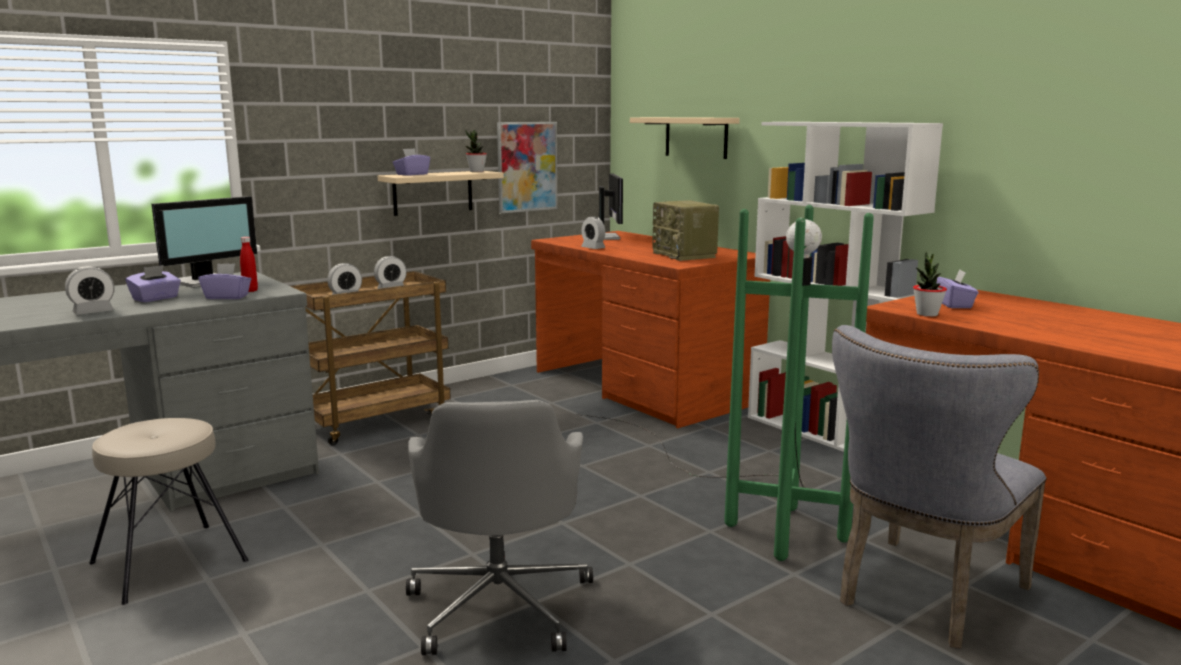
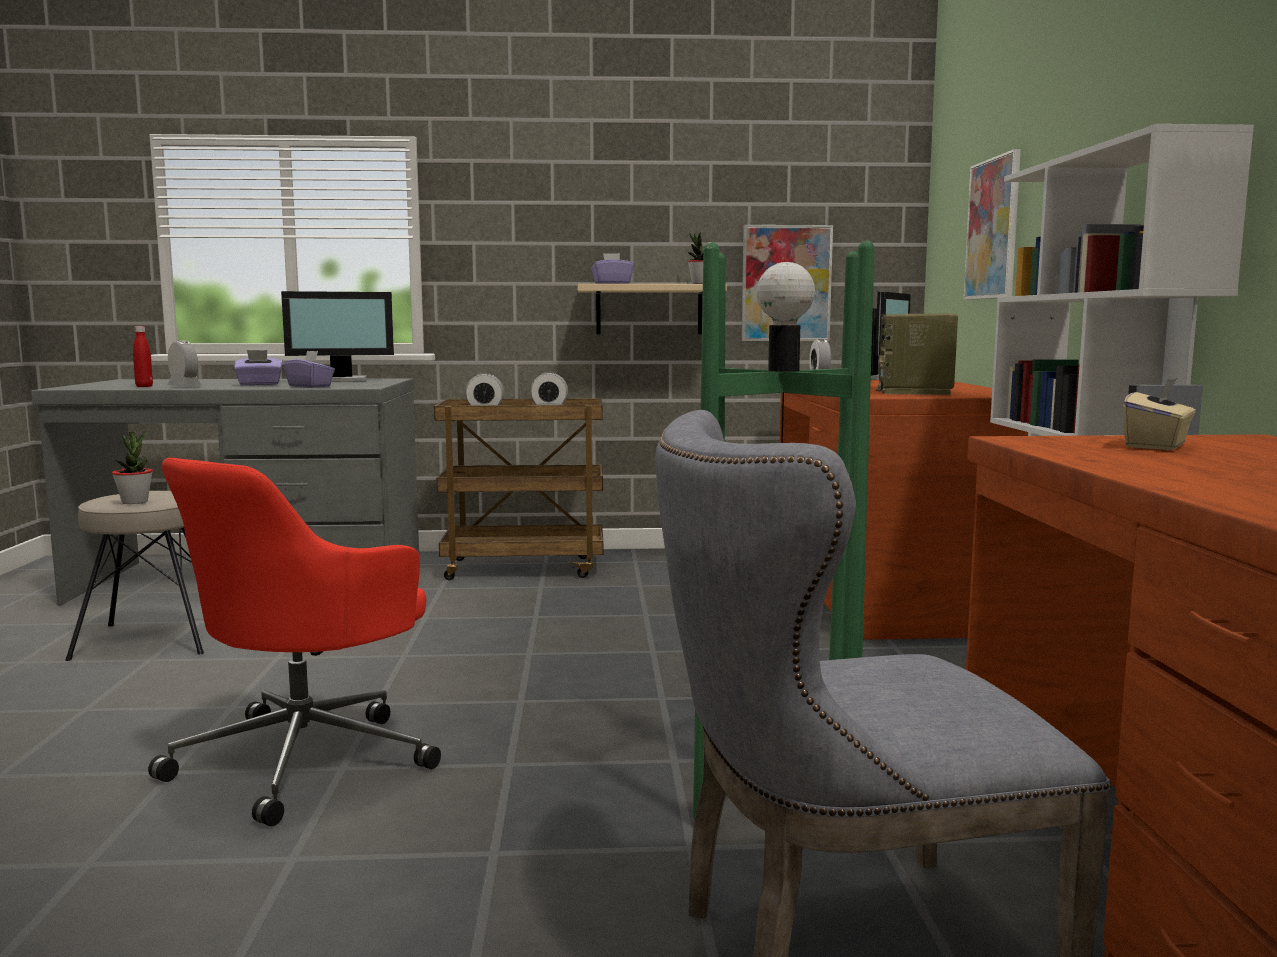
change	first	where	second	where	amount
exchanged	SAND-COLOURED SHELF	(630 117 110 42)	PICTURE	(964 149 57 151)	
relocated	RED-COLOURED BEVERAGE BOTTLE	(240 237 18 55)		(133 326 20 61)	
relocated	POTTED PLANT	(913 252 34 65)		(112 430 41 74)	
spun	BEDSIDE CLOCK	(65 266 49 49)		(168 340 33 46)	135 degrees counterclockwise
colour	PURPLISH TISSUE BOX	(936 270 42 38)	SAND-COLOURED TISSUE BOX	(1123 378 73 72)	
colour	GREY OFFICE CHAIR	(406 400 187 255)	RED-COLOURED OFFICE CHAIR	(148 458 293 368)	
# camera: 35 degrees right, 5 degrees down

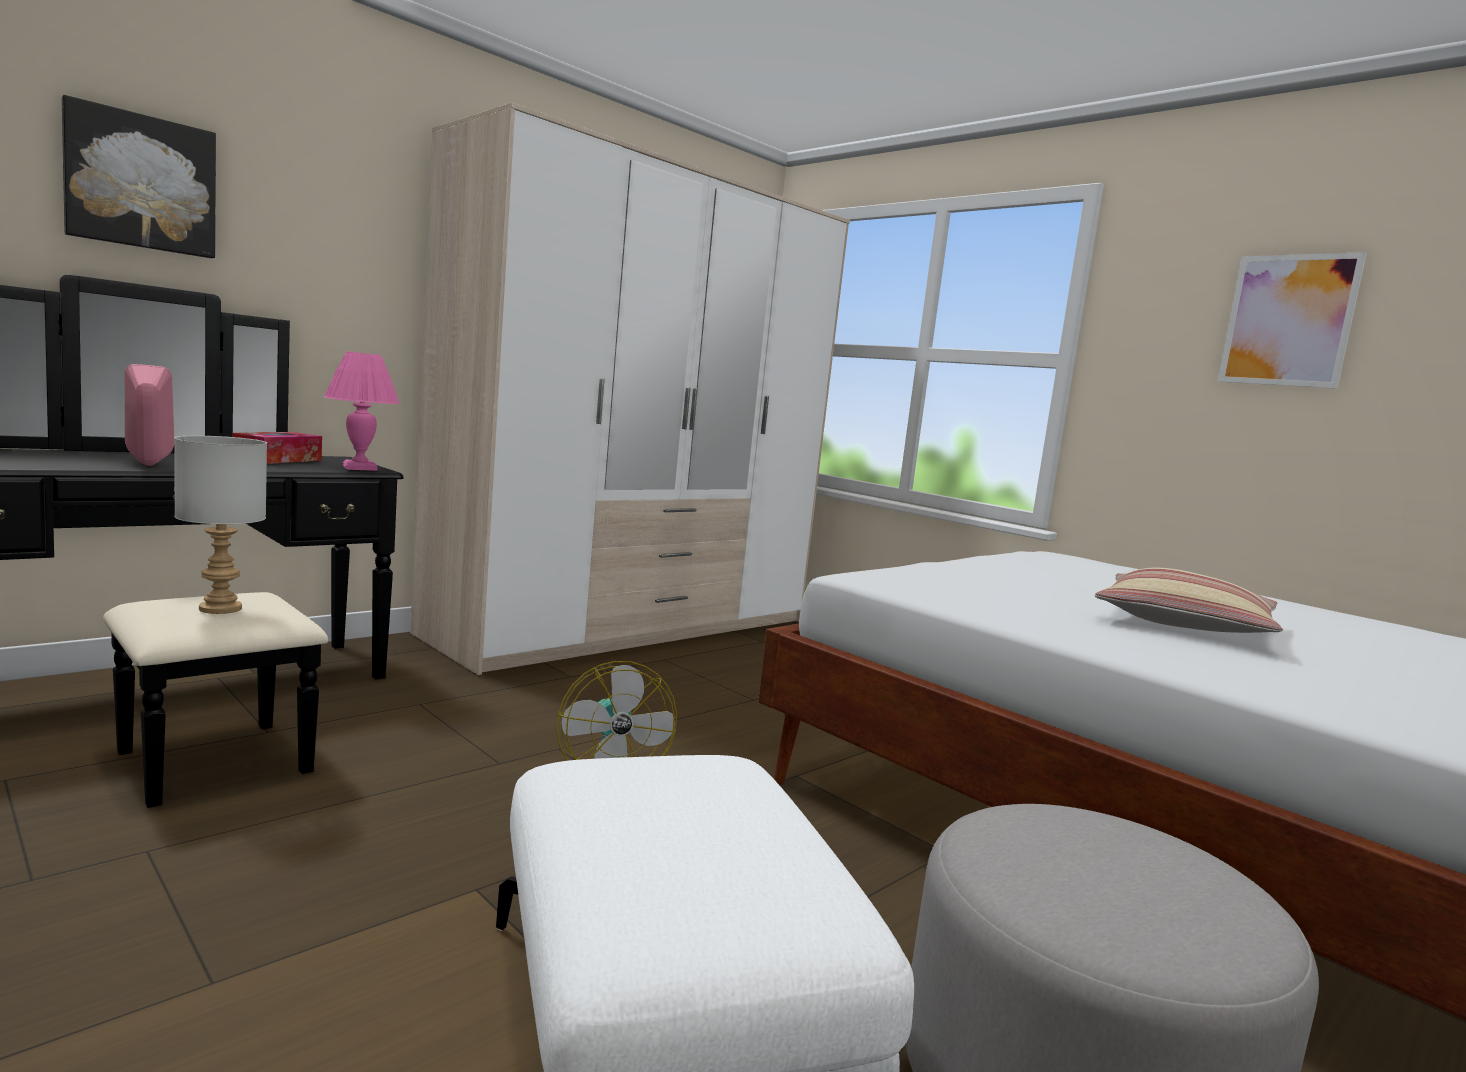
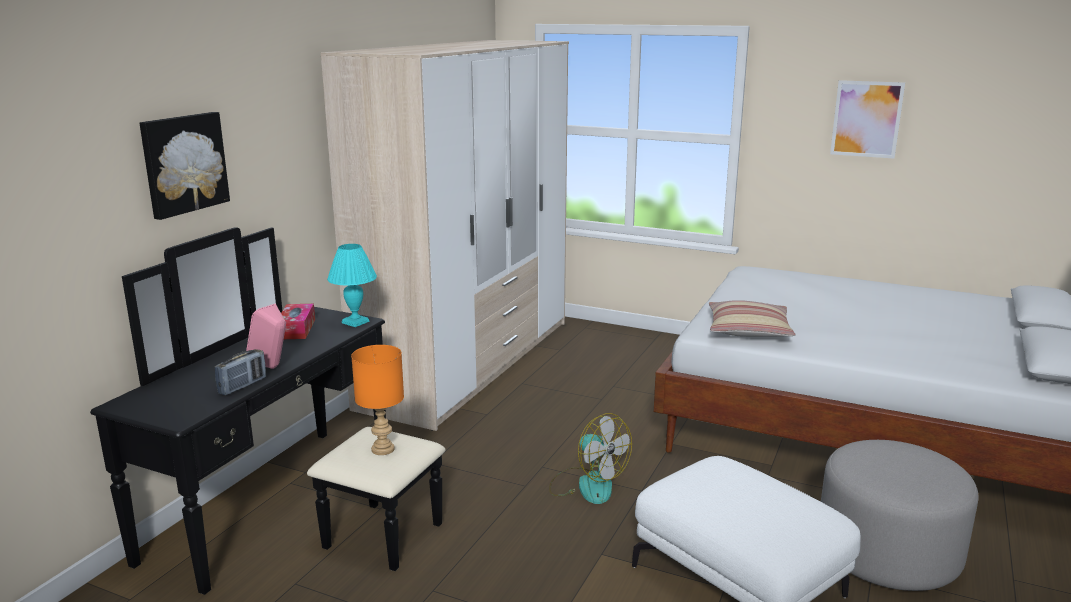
change	first	where	second	where	amount
colour	PINKISH TABLE LAMP	(324 351 76 120)	TURQUOISE-COLOURED TABLE LAMP	(327 244 50 83)	
colour	GREY TABLE LAMP	(174 436 93 178)	ORANGE-COLOURED TABLE LAMP	(351 345 53 110)	
relocated	PILLOW	(1095 567 188 66)		(709 300 87 37)	
appeared			RADIO SET	(215 349 51 46)	
# camera: 20 degrees left, 10 degrees up

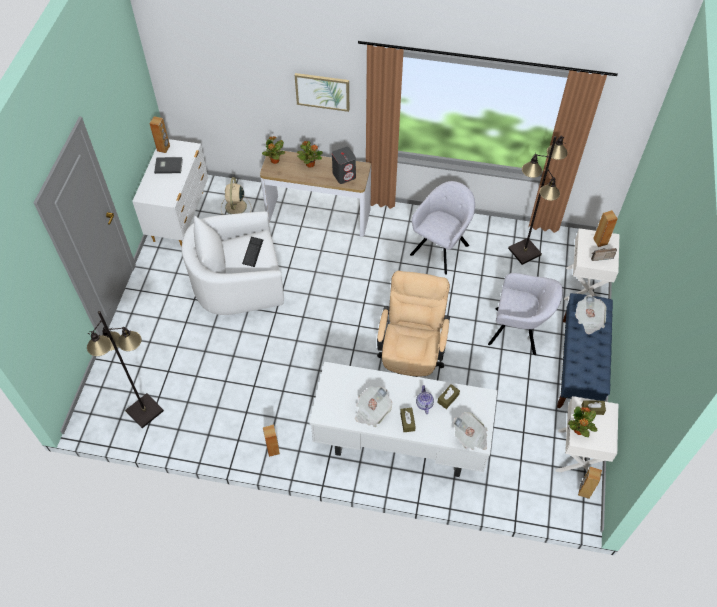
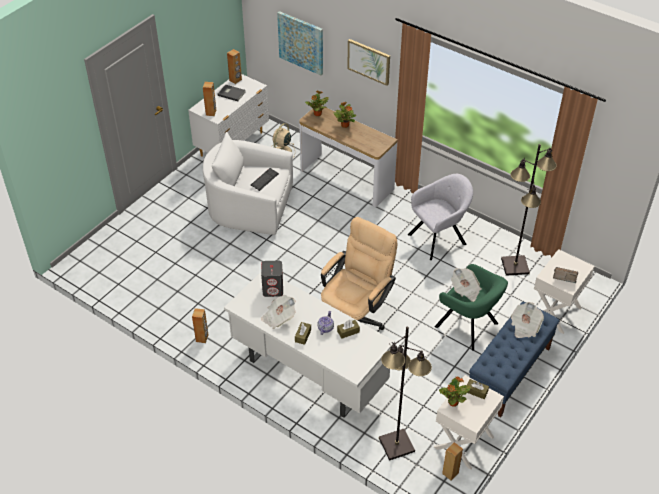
change	first	where	second	where	amount
relocated	GREY LOUDSPEAKER	(332 147 24 37)		(261 261 22 36)	
relocated	BROWN-COLOURED LOUDSPEAKER	(593 210 25 37)		(203 82 13 34)	
colour	GREY EASY CHAIR	(488 273 75 82)	GREEN EASY CHAIR	(435 264 73 87)	
relocated	BLACK STANDARD LAMP	(87 311 77 117)		(379 327 53 134)	
relocated	NEWSPAPER	(454 412 33 38)		(451 268 31 34)	
appeared			PICTURE	(277 11 46 64)	
# camera: 25 degrees right, 10 degrees down

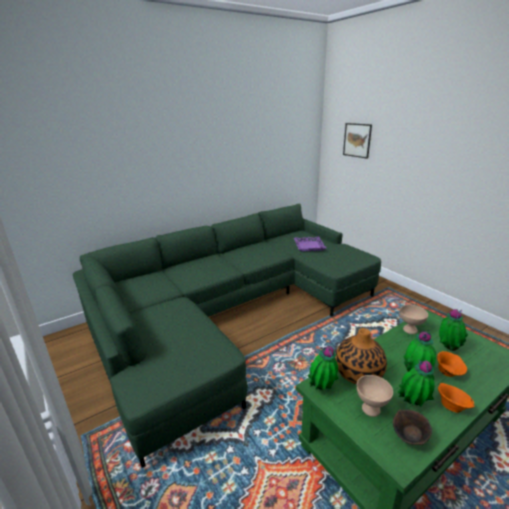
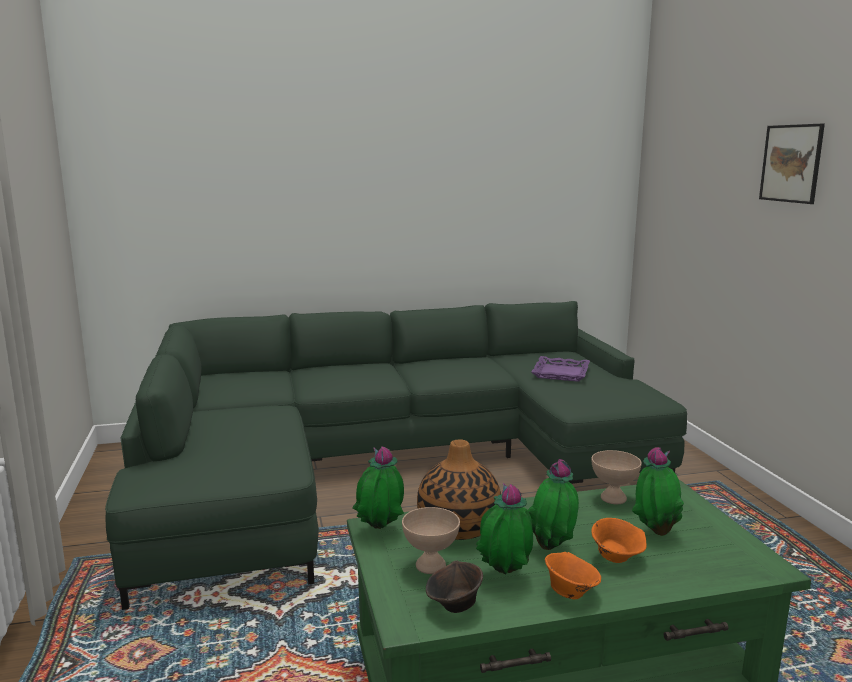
change	first	where	second	where	amount
relocated	PICTURE	(343 123 29 36)		(759 124 66 80)	
# camera: 20 degrees right, 10 degrees down

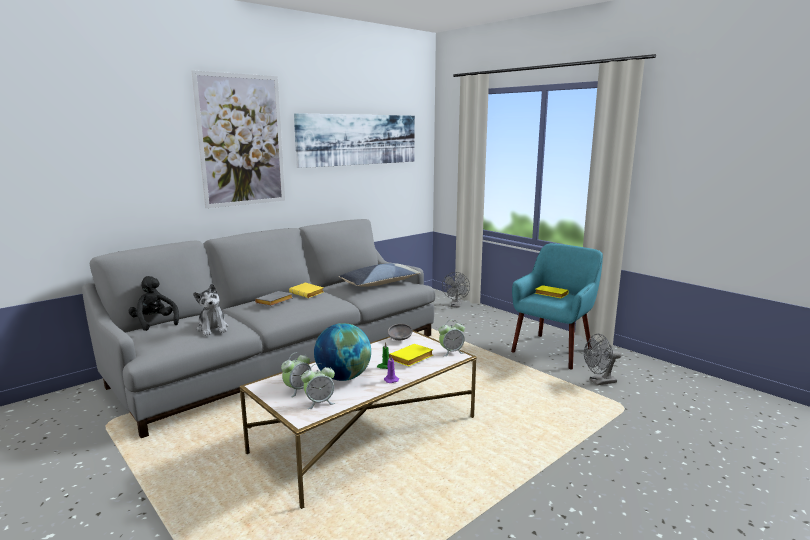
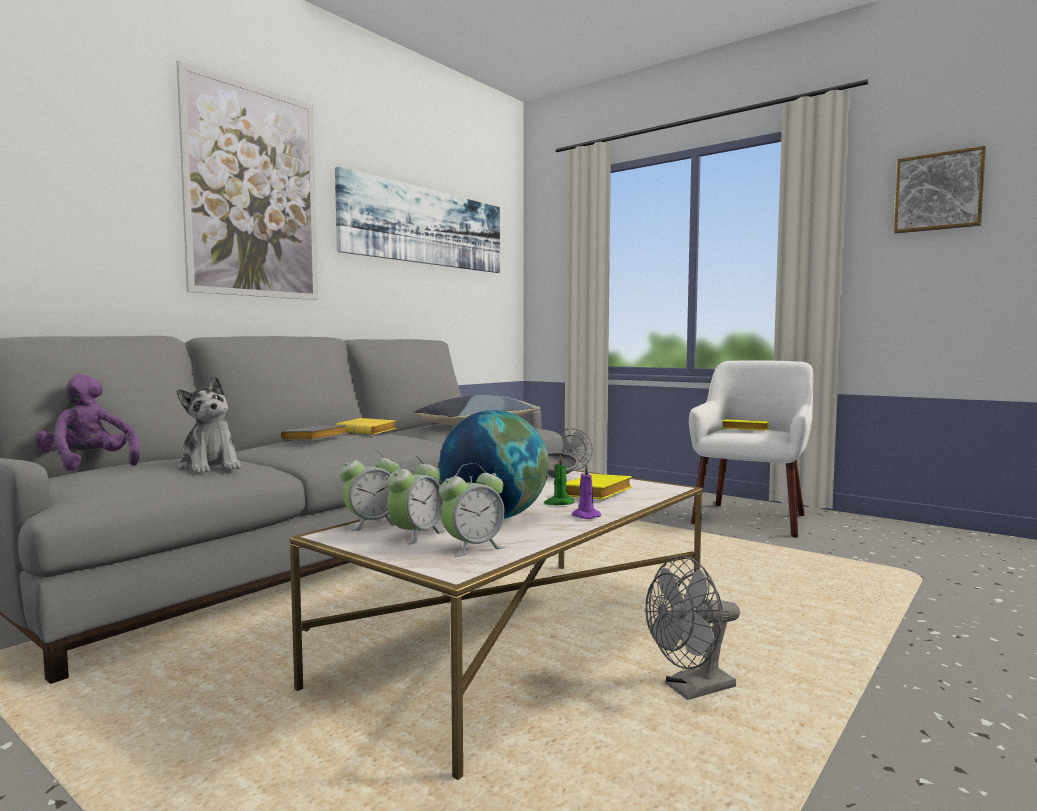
change	first	where	second	where	amount
colour	TURQUOISE-COLOURED EASY CHAIR	(511 243 92 127)	WHITISH EASY CHAIR	(689 360 125 178)	
colour	BLACK SOFT TOY	(129 276 50 55)	PURPLISH SOFT TOY	(35 374 105 97)	
relocated	BEDSIDE CLOCK	(439 320 26 36)		(339 449 61 82)	
relocated	GREY COOLING FAN	(584 334 37 51)		(645 556 95 144)	
appeared			PICTURE	(894 146 92 87)	
# camera: 10 degrees left, 10 degrees down

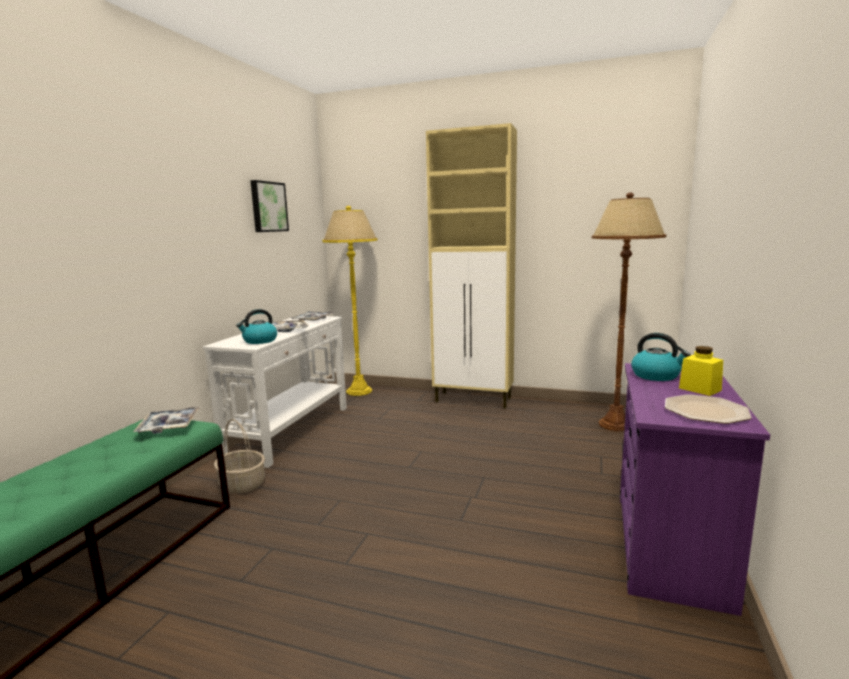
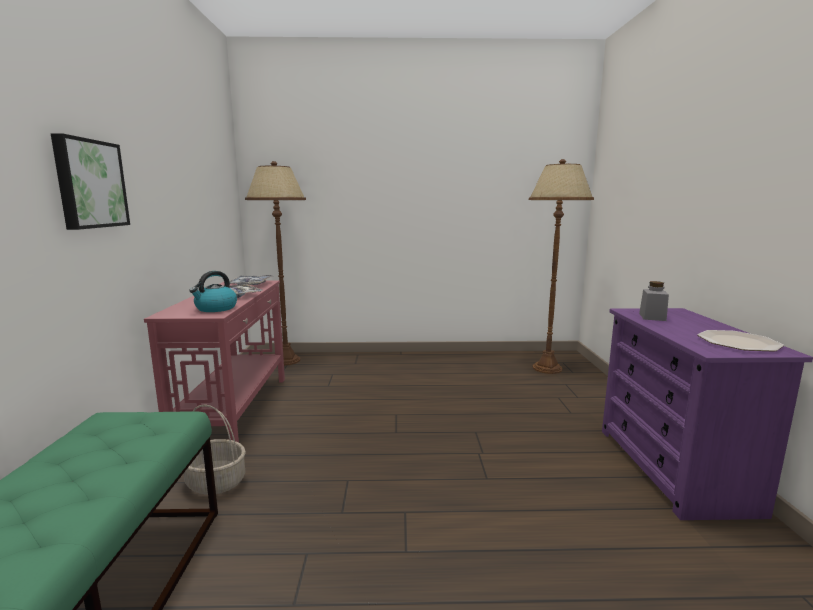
change	first	where	second	where	amount
missing	SAND-COLOURED STORAGE CABINET	(426 123 91 285)			
relocated	PICTURE	(250 180 39 52)		(51 133 79 97)	
colour	YELLOW STANDARD LAMP	(323 206 55 190)	BROWN-COLOURED STANDARD LAMP	(245 161 61 205)	
colour	WHITISH HALL TABLE	(203 316 144 152)	RED-COLOURED HALL TABLE	(144 280 141 162)	
exchanged	KETTLE	(631 333 60 48)	GREY JAR	(639 281 30 40)	
missing	YELLOW JAR	(679 346 44 50)			
missing	TRAY	(133 407 66 27)			
# camera: 20 degrees left, 0 degrees up

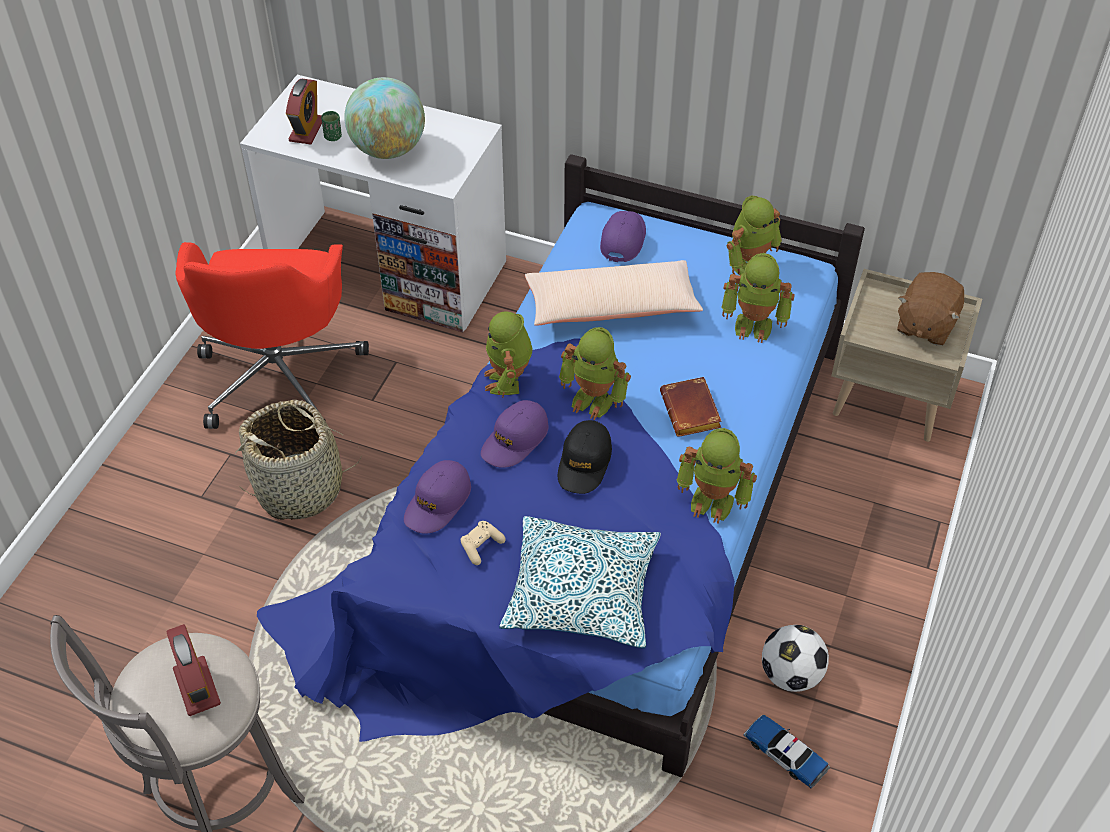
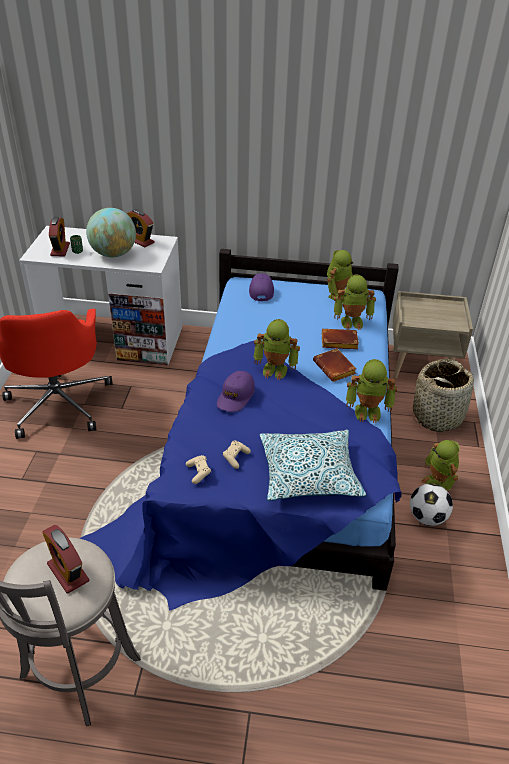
change	first	where	second	where	amount
missing	SAND-COLOURED PILLOW	(525 260 178 66)			
missing	BROWN-COLOURED SOFT TOY	(897 272 67 74)			
relocated	TOY ROBOT	(484 311 48 87)		(421 440 39 52)	
relocated	BASKET	(234 400 128 120)		(413 359 61 73)	
missing	BLACK BASEBALL CAP	(558 420 54 74)			
missing	PURPLISH BASEBALL CAP	(404 460 67 74)			
missing	MINIATURE CAR	(743 715 87 73)			
appeared			BEDSIDE CLOCK	(126 209 29 39)	
appeared			BROWN-COLOURED BOUND BOOK	(322 329 37 20)	
appeared			SAND-COLOURED GAMEPAD	(186 455 25 29)	
# camera: 15 degrees left, 10 degrees down

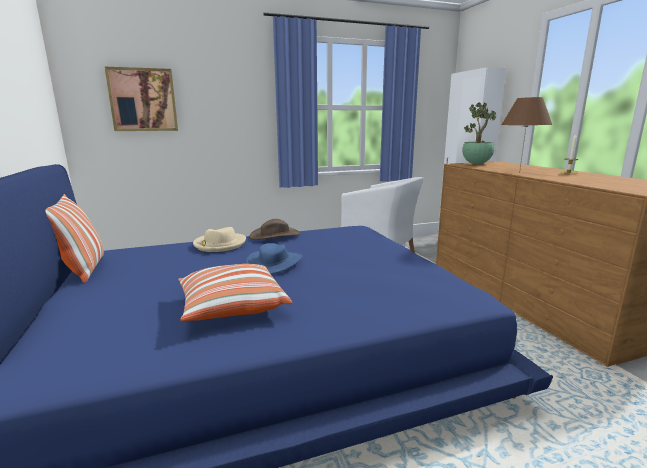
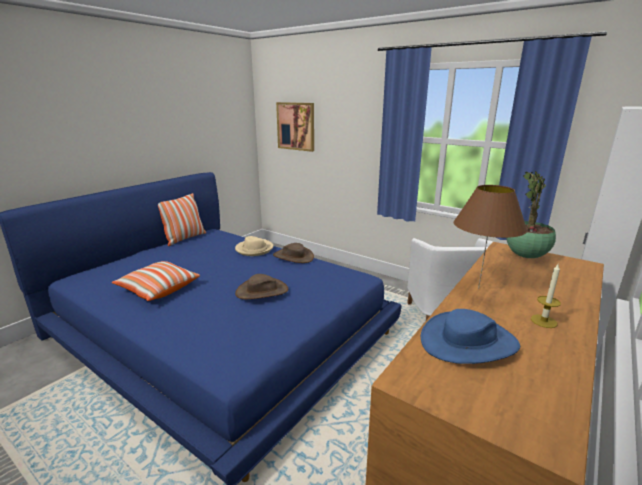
change	first	where	second	where	amount
relocated	BLUE WEARABLE HAT	(246 243 56 31)		(421 309 99 55)	
appeared			BROWN-COLOURED WEARABLE HAT	(235 274 53 25)	
# camera: 55 degrees right, 5 degrees up

